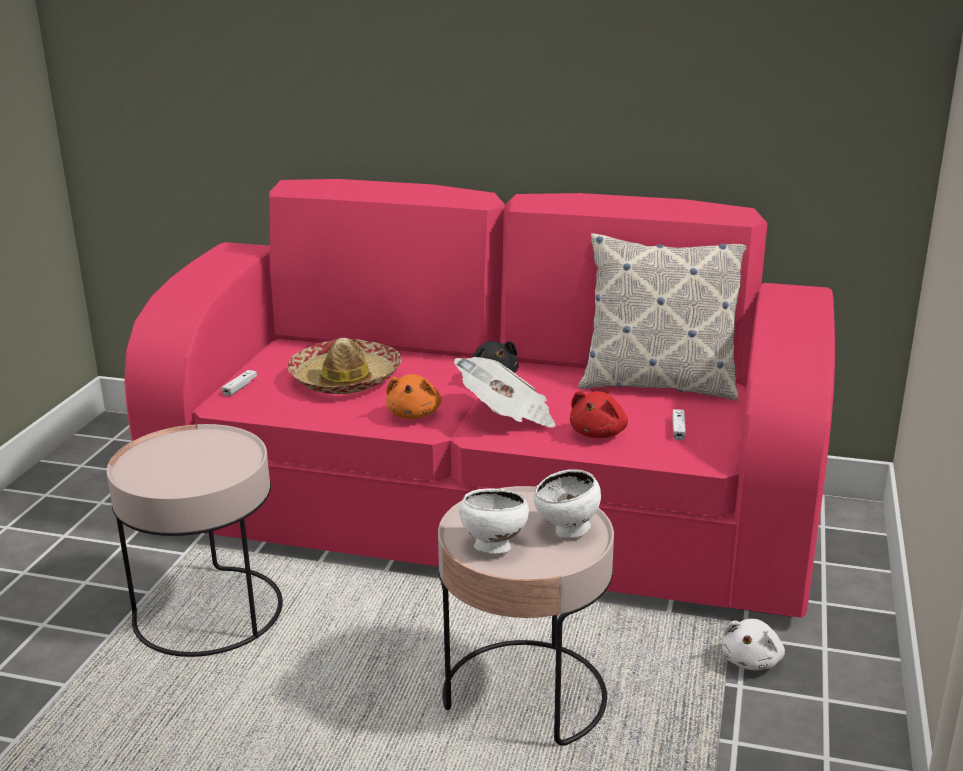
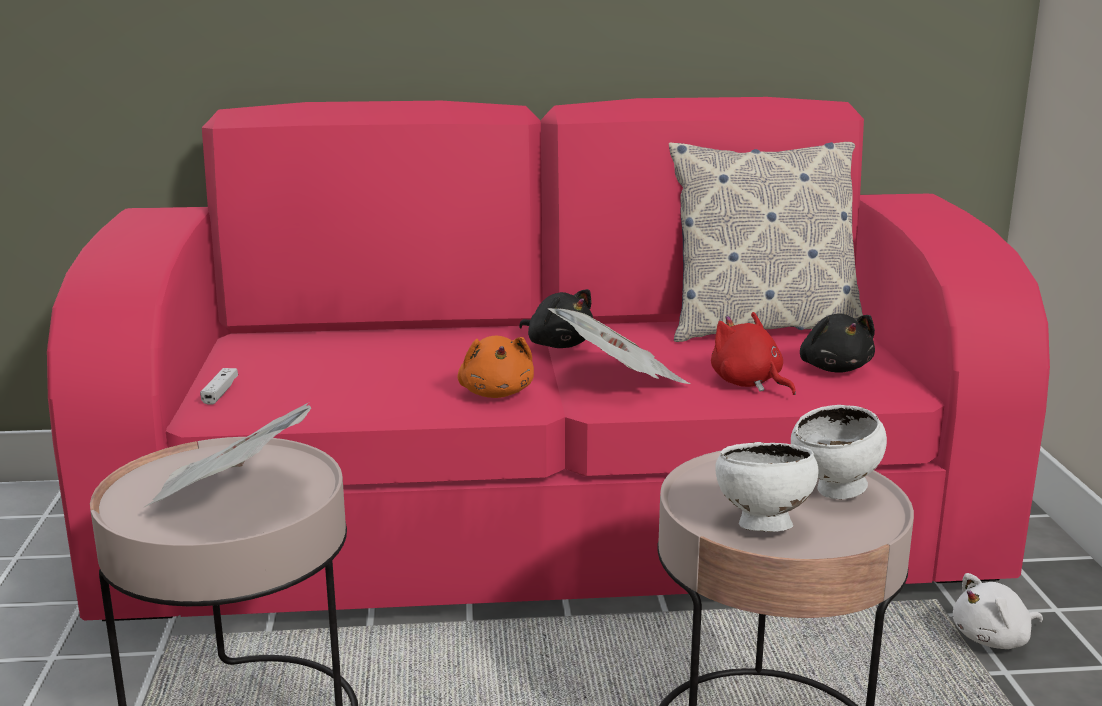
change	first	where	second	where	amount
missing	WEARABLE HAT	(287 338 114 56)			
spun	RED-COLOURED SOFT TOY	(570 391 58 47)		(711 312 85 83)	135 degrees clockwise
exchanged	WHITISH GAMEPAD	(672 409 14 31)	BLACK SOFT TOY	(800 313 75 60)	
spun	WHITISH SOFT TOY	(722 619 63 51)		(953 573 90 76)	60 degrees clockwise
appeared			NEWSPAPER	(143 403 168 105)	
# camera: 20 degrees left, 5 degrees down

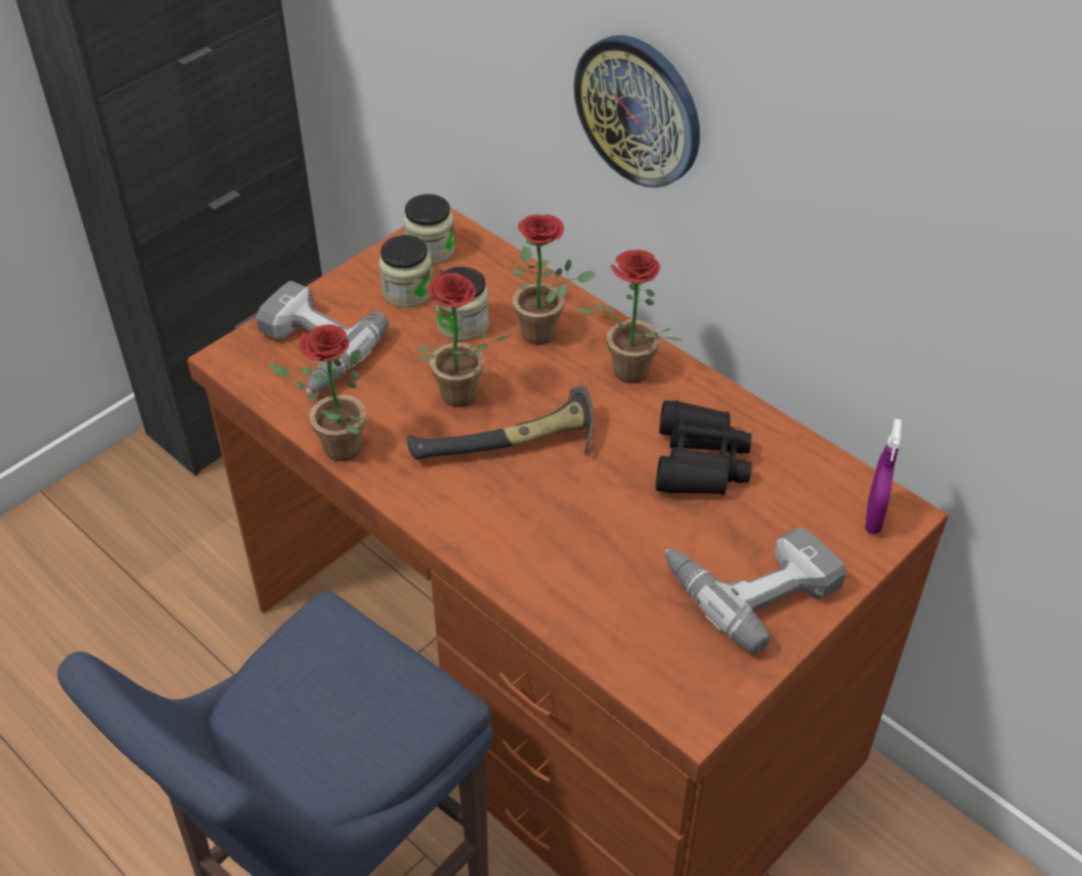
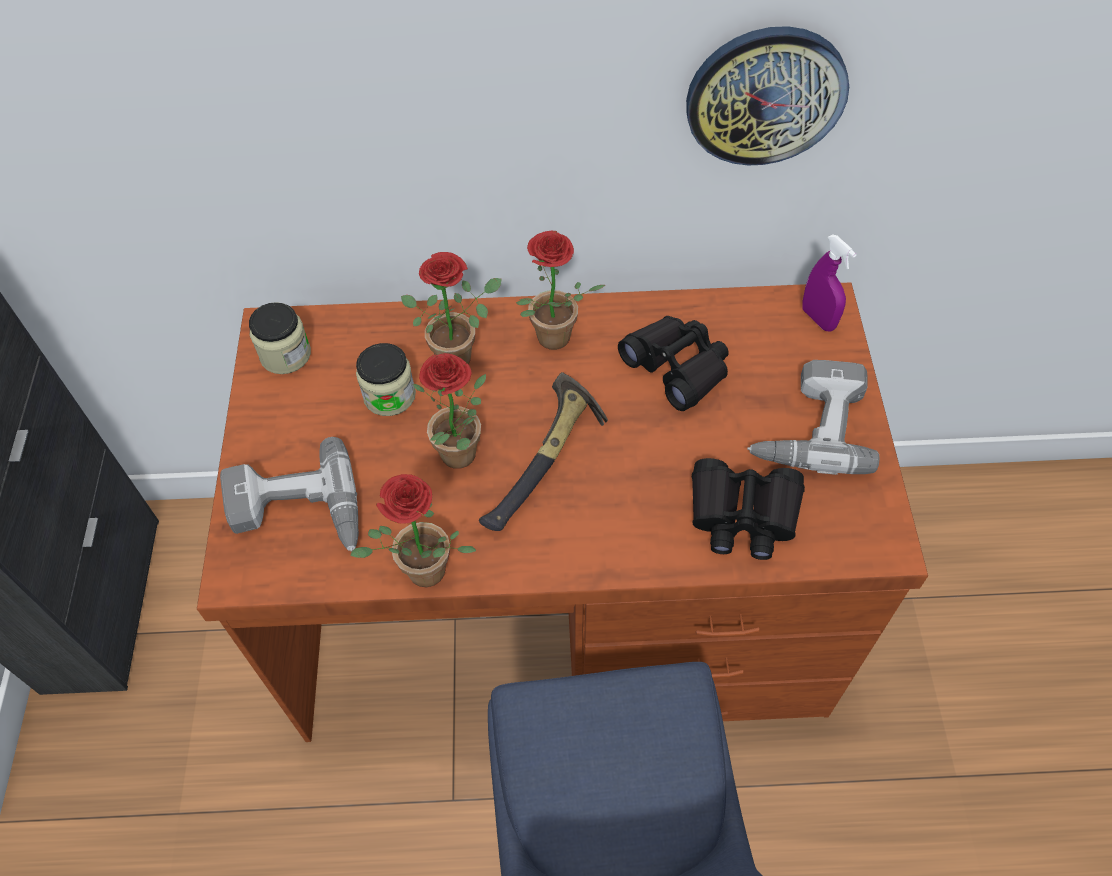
change	first	where	second	where	amount
relocated	CLOCK ON THE WALL	(574 35 126 153)		(686 26 163 139)	
missing	JAR	(379 235 53 73)			
appeared			BLACK BINOCULARS	(692 458 113 102)	
# camera: 45 degrees left, 10 degrees up

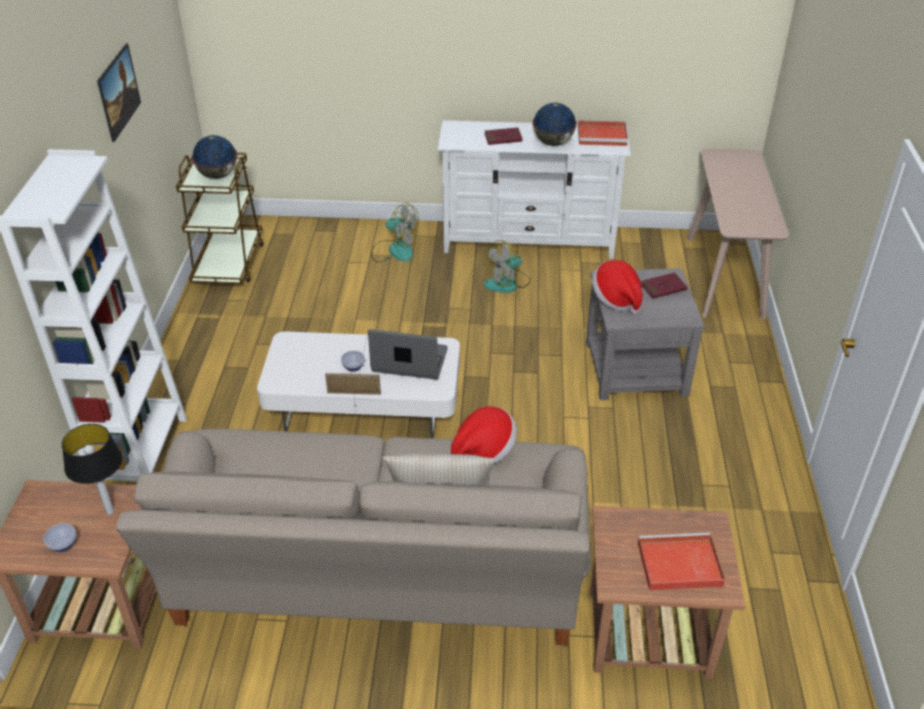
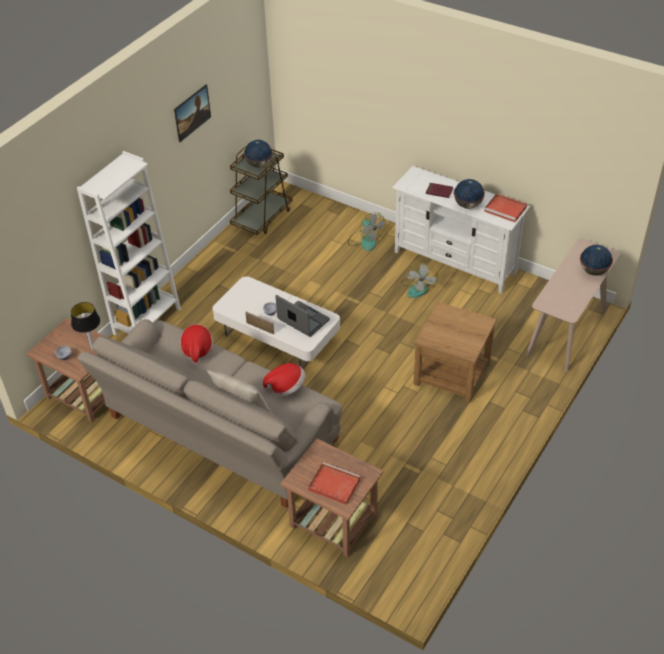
change	first	where	second	where	amount
spun	COOLING FAN	(484 240 47 53)		(401 263 37 35)	75 degrees counterclockwise
relocated	WEARABLE HAT	(592 260 51 54)		(180 324 33 41)	
colour	GREY SIDE TABLE	(586 268 119 132)	BROWN-COLOURED SIDE TABLE	(414 302 83 101)	
missing	RED-COLOURED BOUND BOOK	(641 272 47 27)			
appeared			GLOBE	(580 245 33 31)	
# camera: 30 degrees right, 5 degrees up

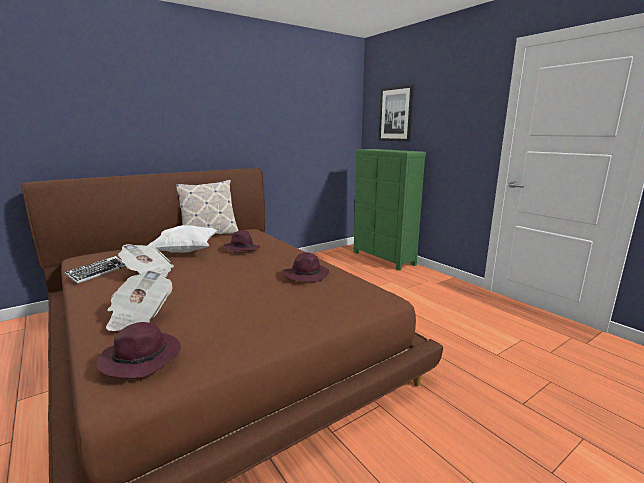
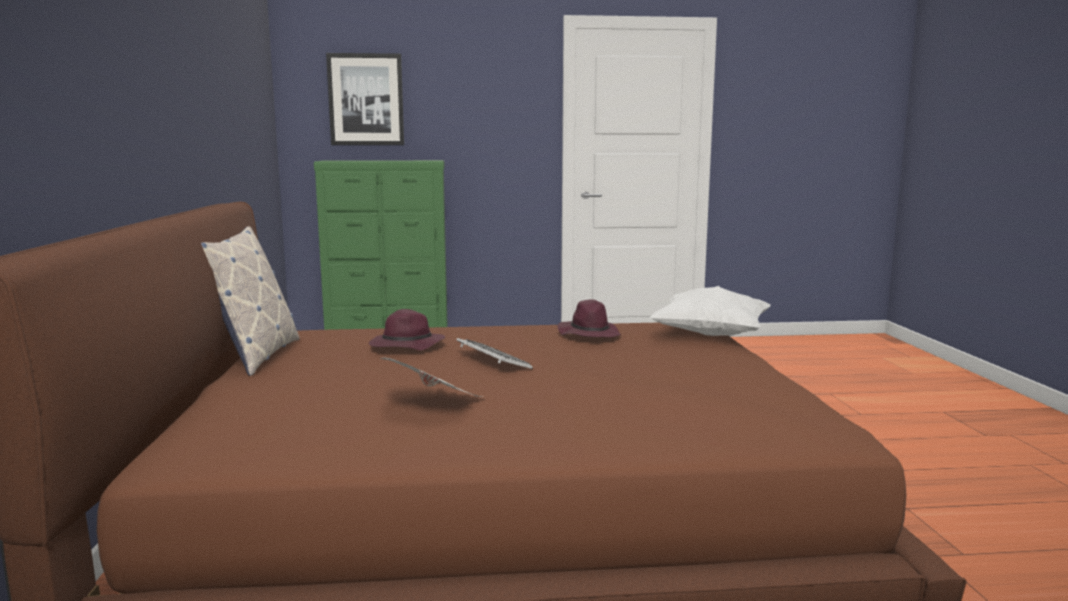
change	first	where	second	where	amount
relocated	WHITISH PILLOW	(147 225 70 28)		(649 286 122 50)	
relocated	COMPUTER KEYBOARD	(64 256 62 28)		(456 338 76 31)	
missing	NEWSPAPER	(106 270 67 61)			
missing	PURPLISH WEARABLE HAT	(96 322 85 56)			
# camera: 60 degrees left, 5 degrees down

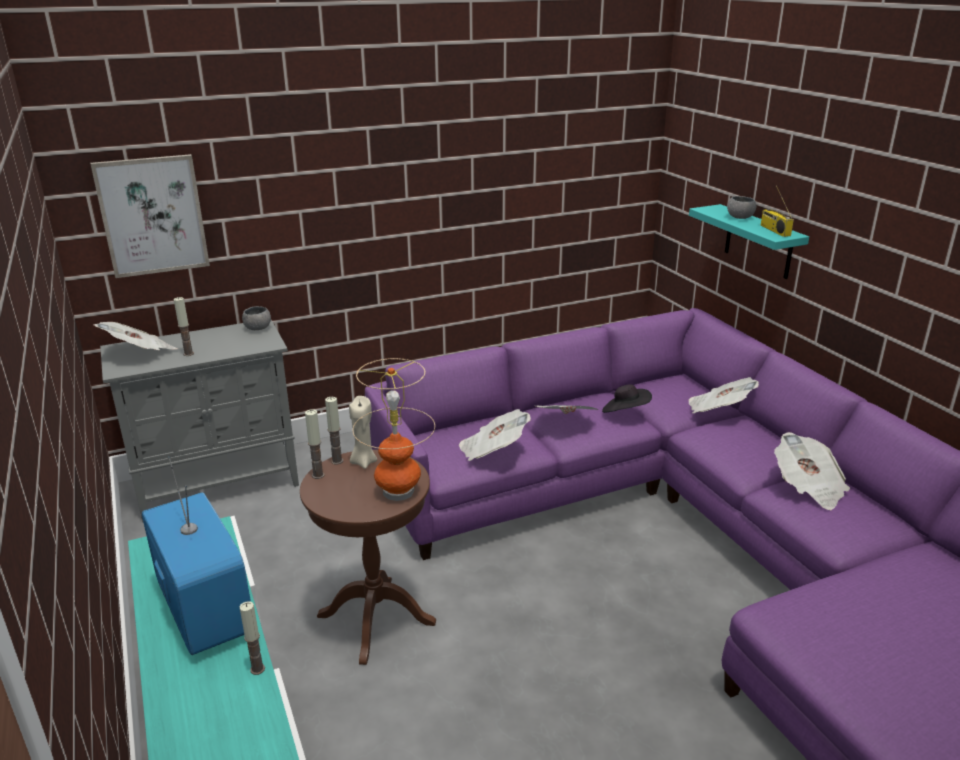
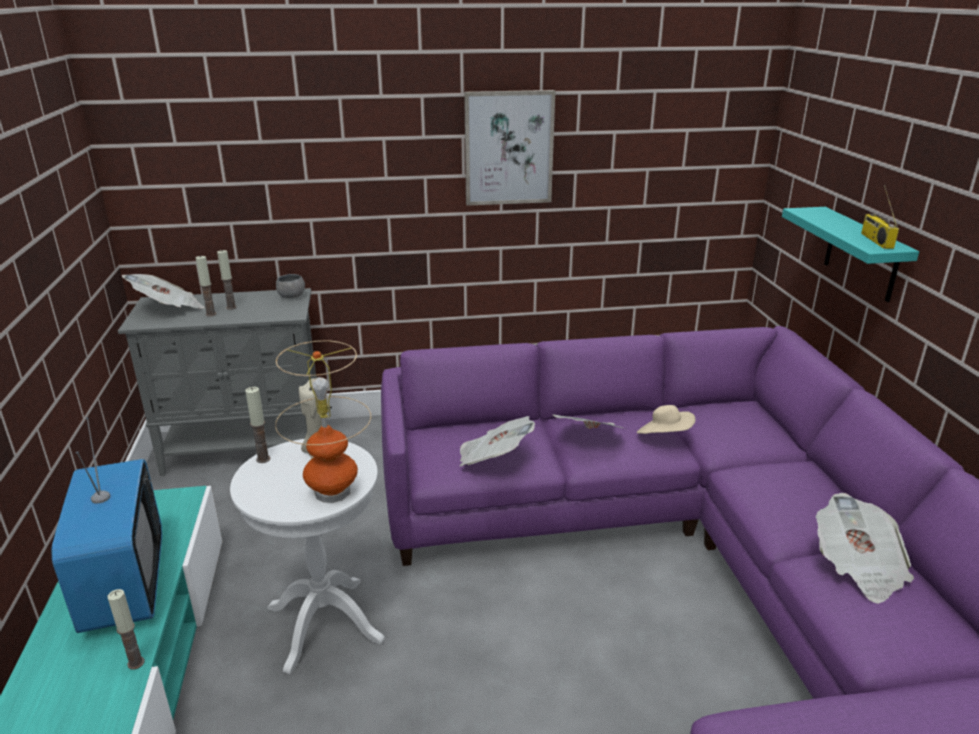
change	first	where	second	where	amount
relocated	PICTURE	(90 154 120 124)		(464 90 91 116)	
missing	GREY SERVING BOWL	(727 196 29 23)			
missing	NEWSPAPER	(688 377 71 36)			
colour	BLACK WEARABLE HAT	(602 384 50 29)	SAND-COLOURED WEARABLE HAT	(637 405 58 29)	
relocated	WAX CANDLE	(325 397 18 68)		(217 250 20 60)	
colour	BROWN-COLOURED SIDE TABLE	(300 450 136 215)	WHITISH SIDE TABLE	(230 439 155 235)	
# camera: 15 degrees right, 0 degrees up

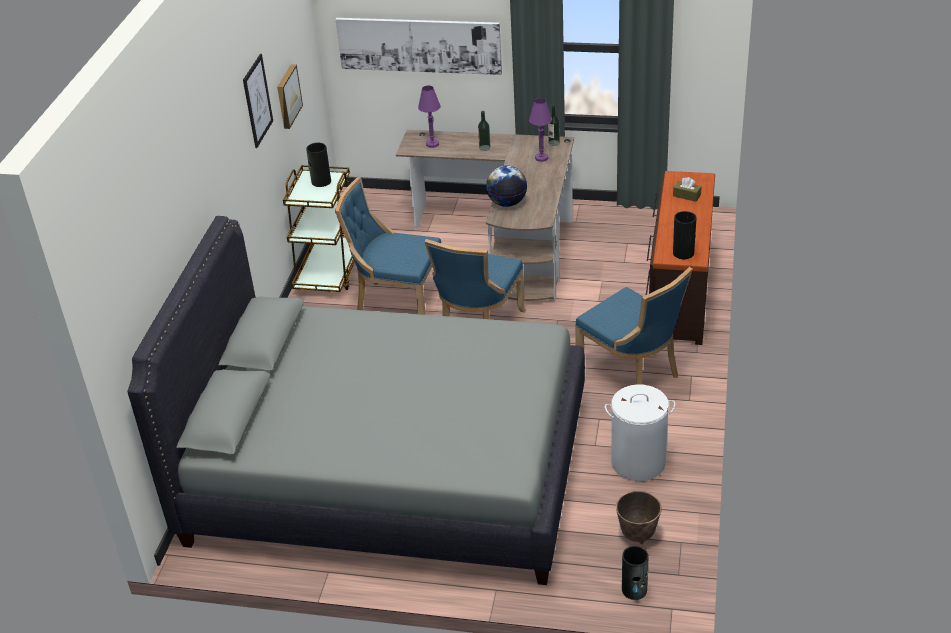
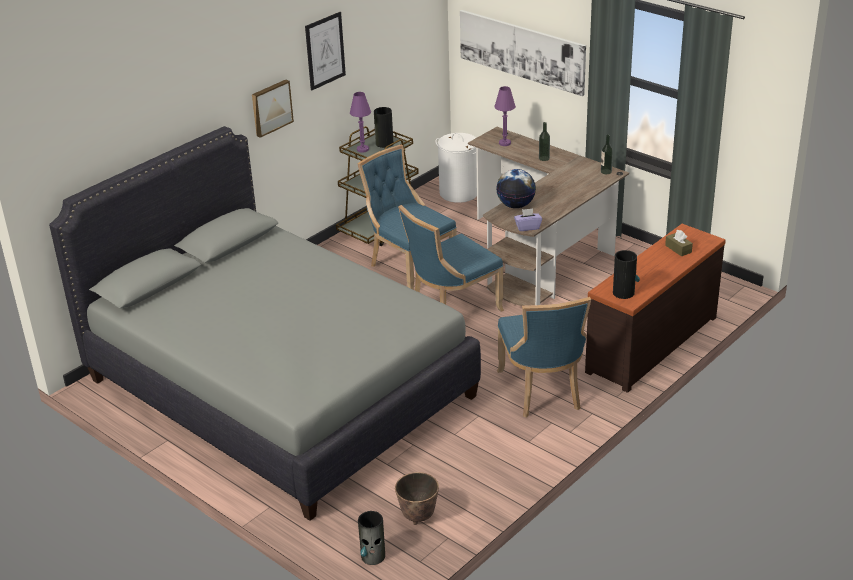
change	first	where	second	where	amount
relocated	PICTURE	(277 64 26 65)		(252 79 42 59)	
relocated	PURPLISH TABLE LAMP	(529 98 23 64)		(350 92 21 61)	
relocated	WHITISH WASHING BASKET	(605 384 71 97)		(435 133 42 70)	
appeared			PURPLISH TISSUE BOX	(514 208 28 23)	
# camera: 30 degrees right, 5 degrees down

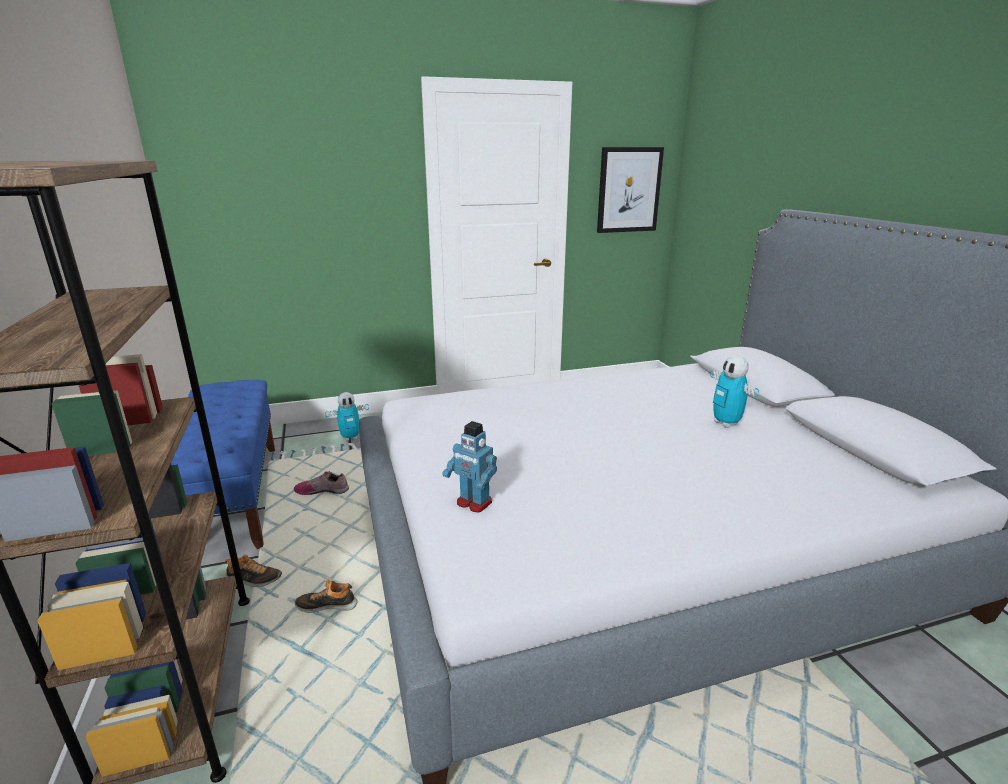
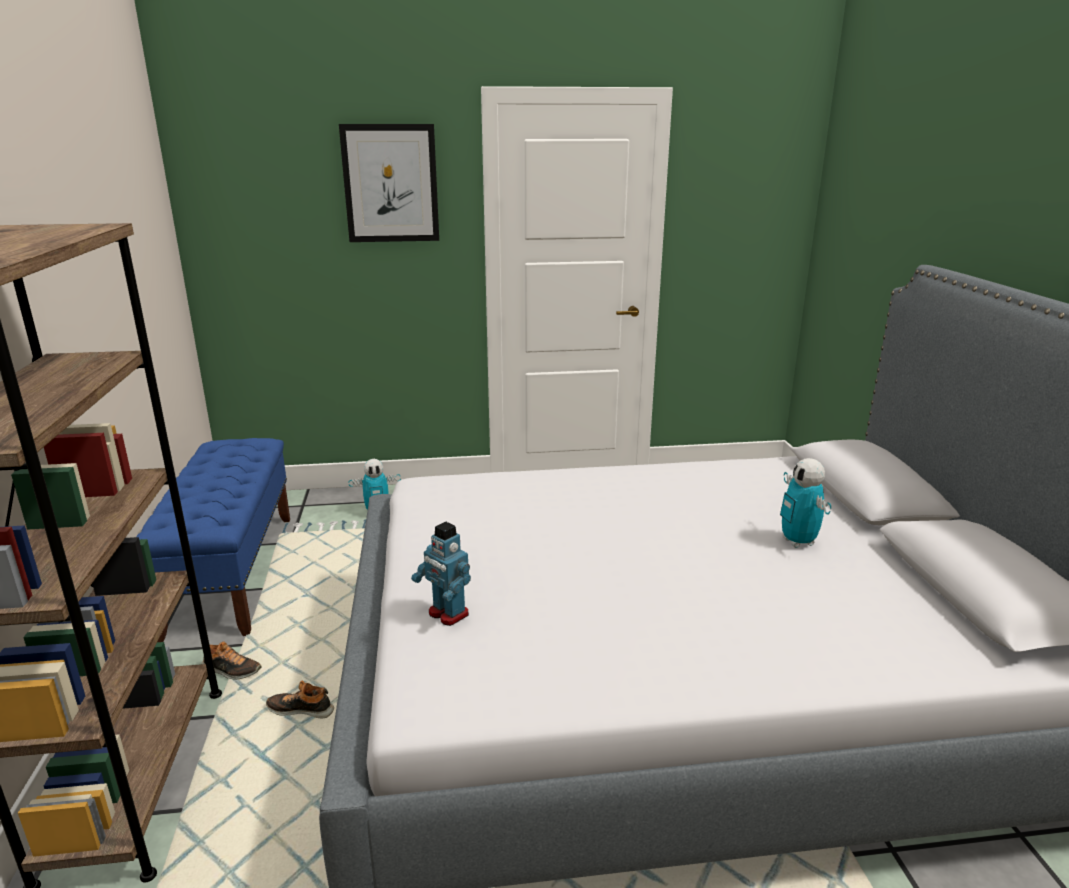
change	first	where	second	where	amount
relocated	PICTURE	(597 147 67 86)		(339 124 100 118)	
missing	LOW SHOE	(294 471 55 24)			
# camera: 10 degrees right, 0 degrees up

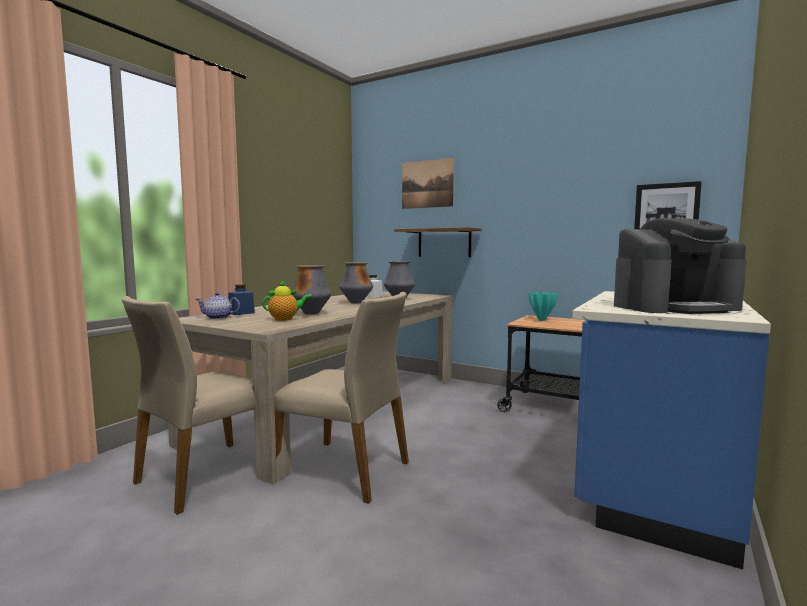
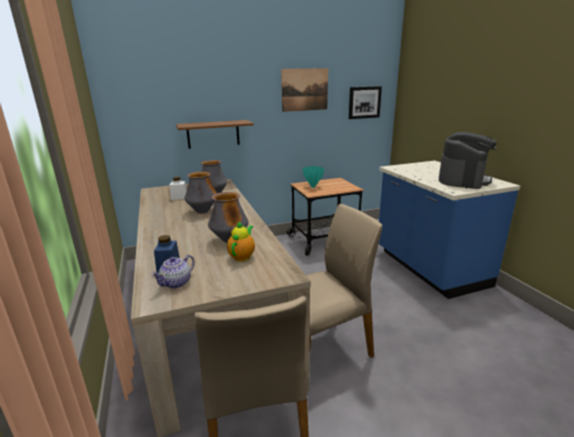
change	first	where	second	where	amount
relocated	PICTURE	(402 157 52 52)		(281 68 47 44)	
# camera: 50 degrees left, 15 degrees up

